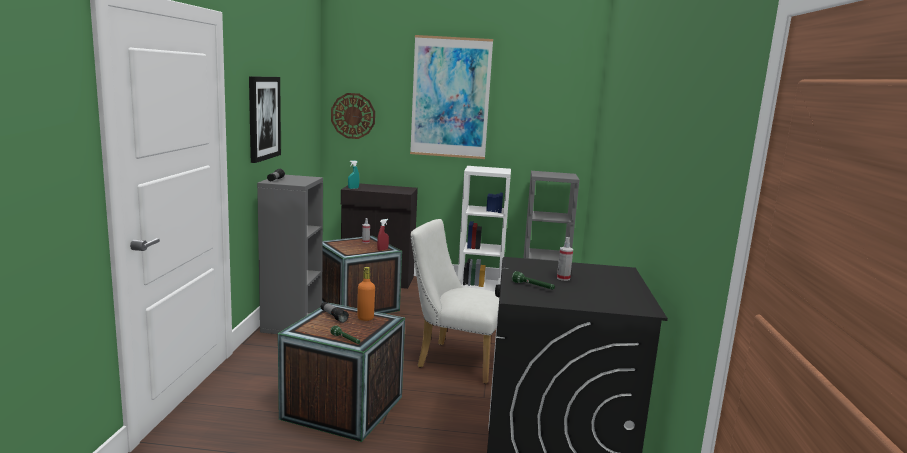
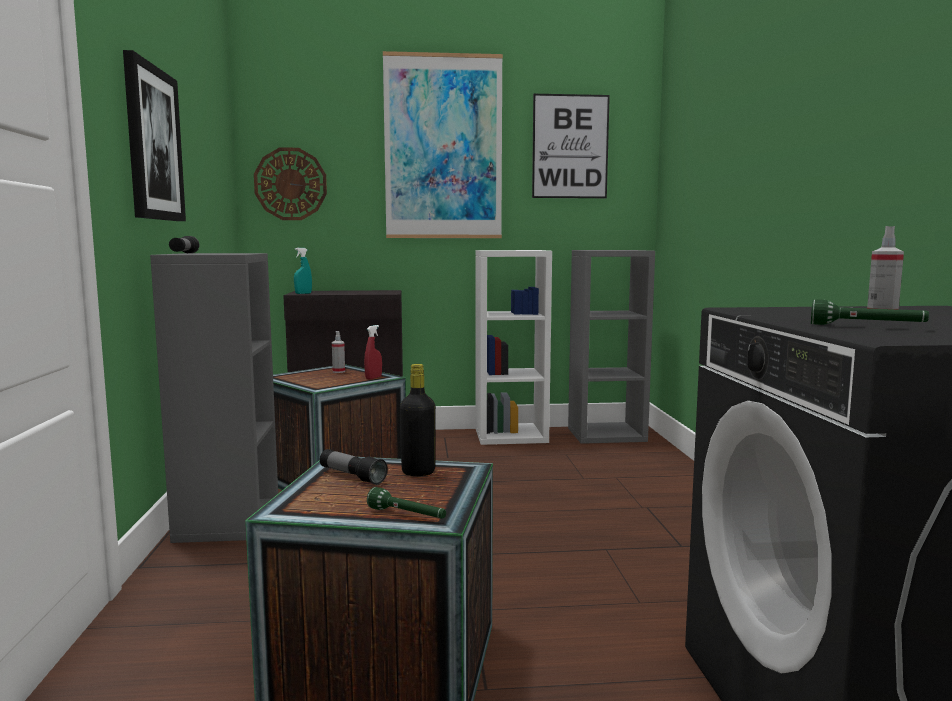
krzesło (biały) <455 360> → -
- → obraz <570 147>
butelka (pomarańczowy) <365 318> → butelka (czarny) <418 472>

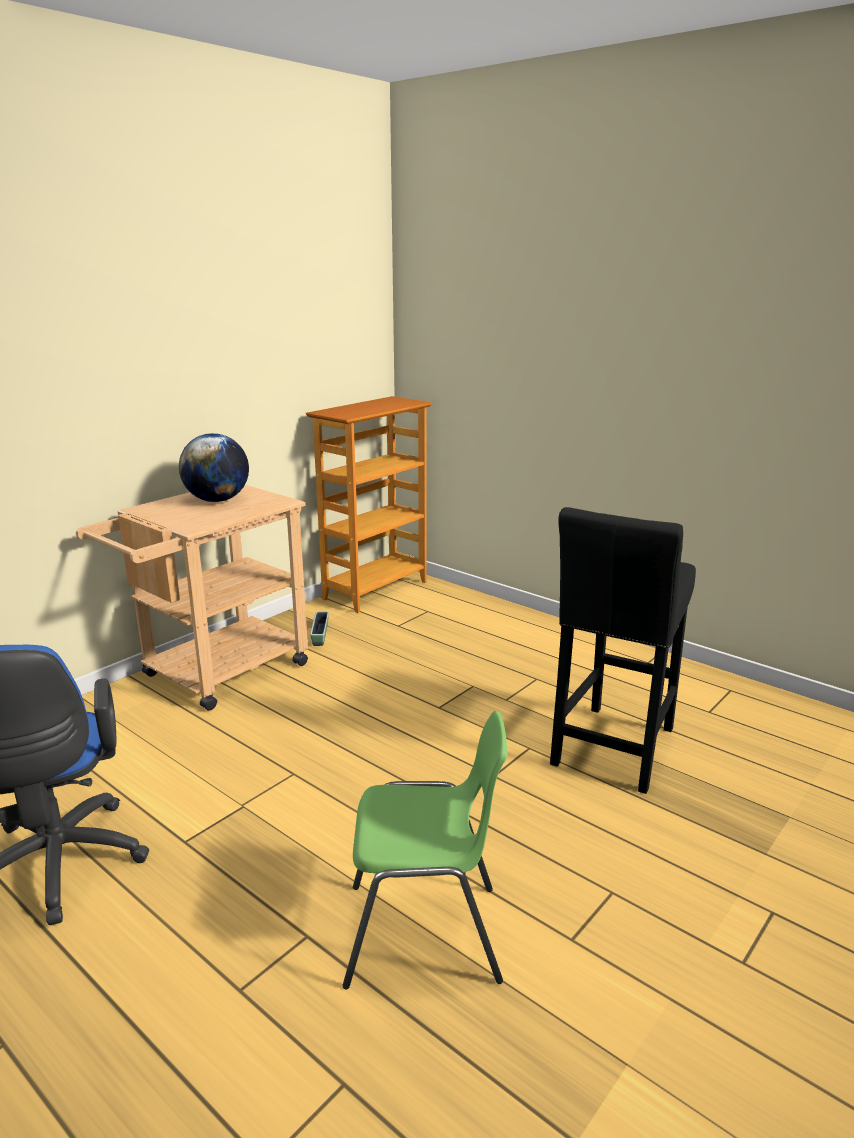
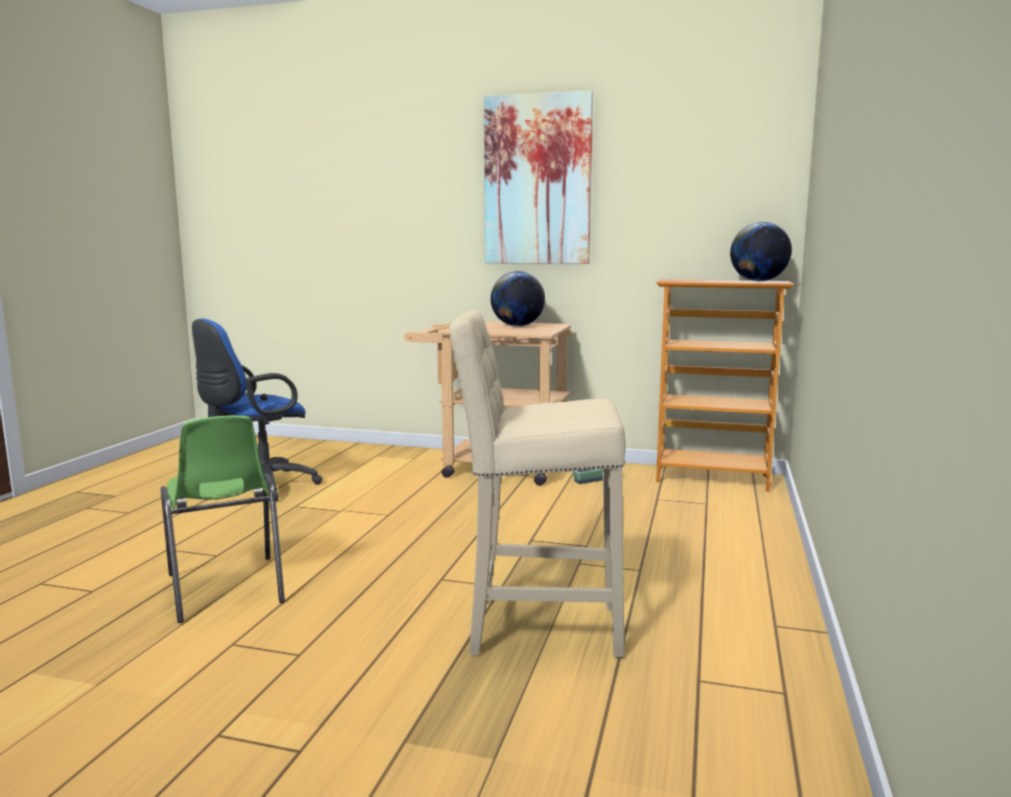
- → obraz <537 180>
- → globus <758 281>
stołek (czarny) <612 751> → stołek (beżowy) <536 627>

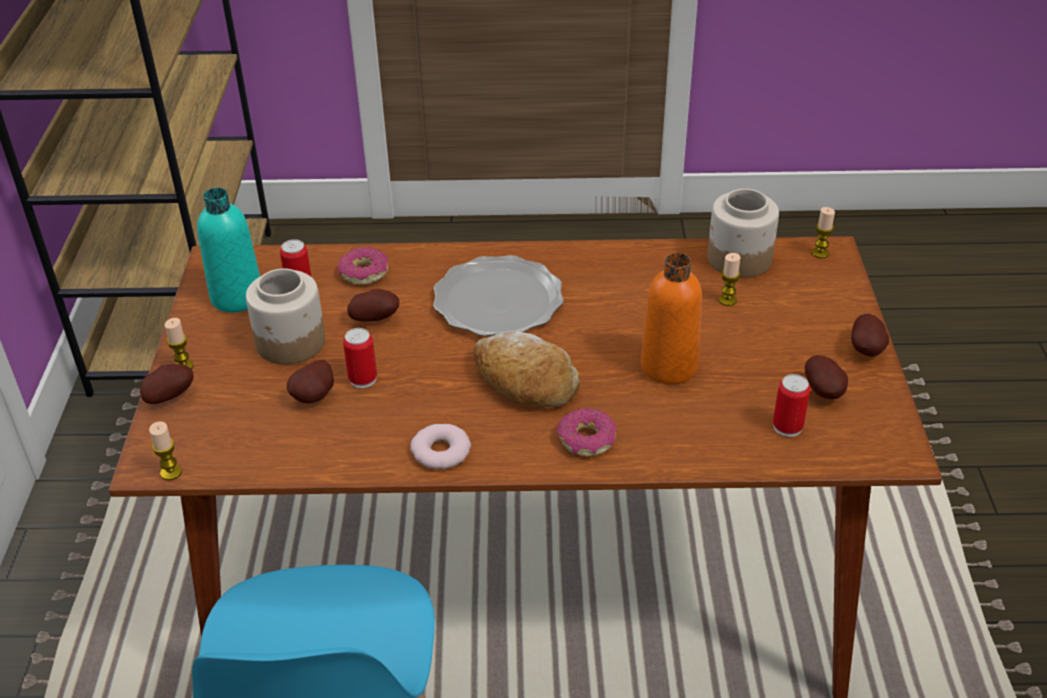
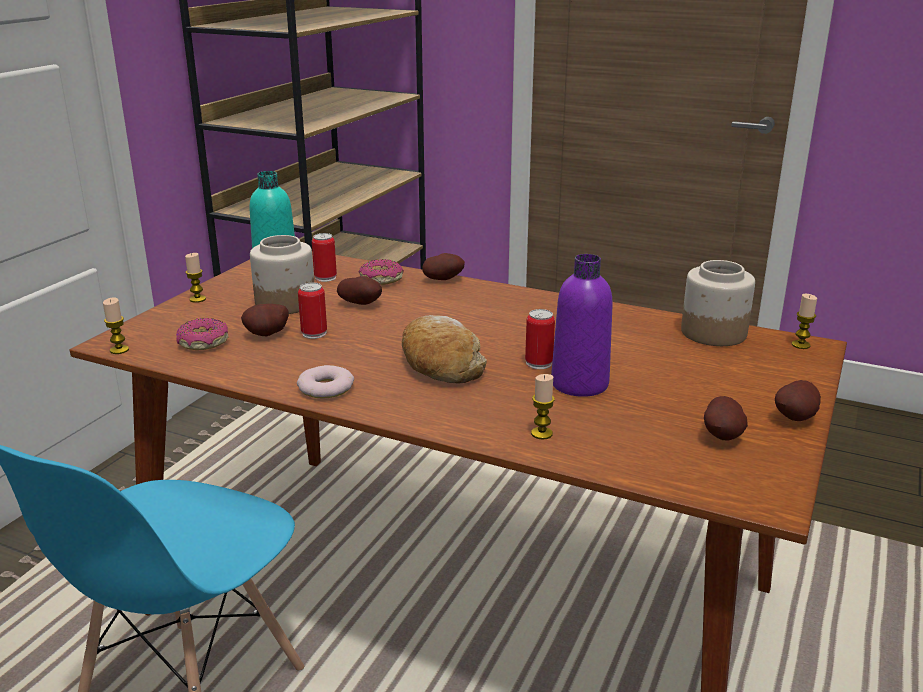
talerz <498 302> → -
ziemniak <169 396> → ziemniak <443 279>, shifted
donut <586 440> → donut <203 343>, shifted
świeca <727 300> → świeca <541 433>, shifted
puszka <787 427> → puszka <538 363>, shifted
butelka (pomarańczowy) <669 367> → butelka (fioletowy) <579 384>

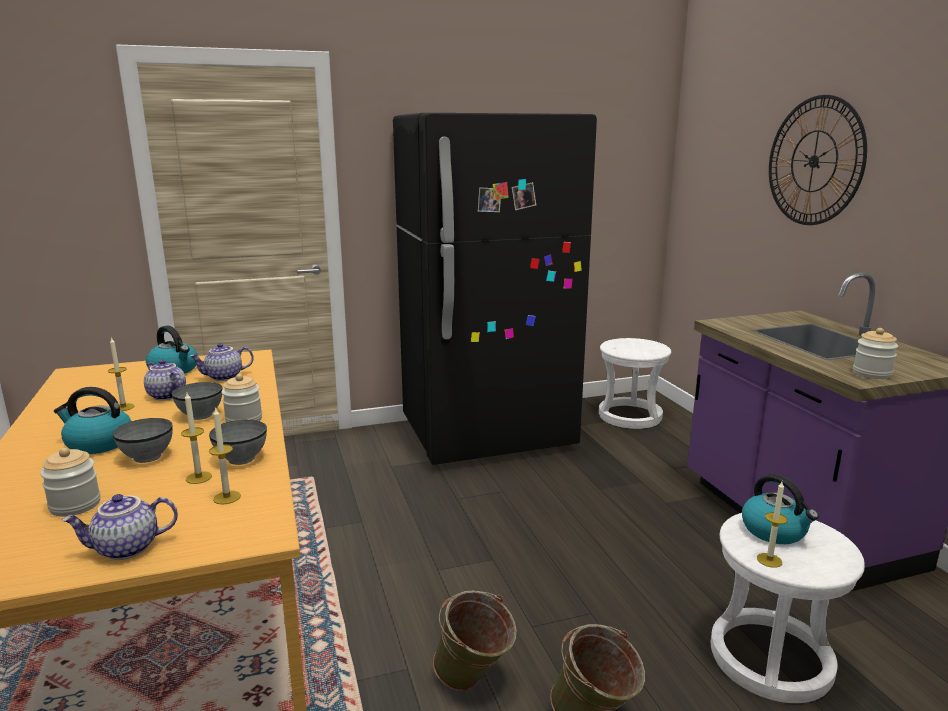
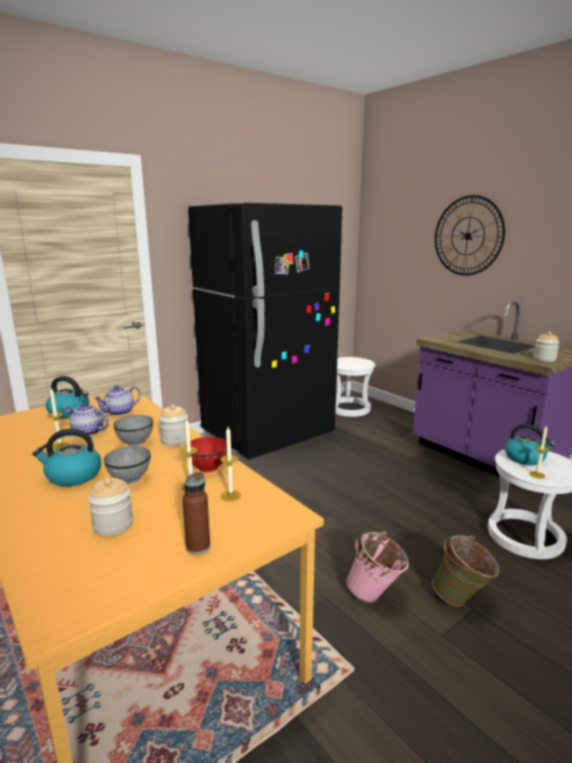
imbryk <126 549> → butelka (brązowy) <198 547>
miska (szary) <242 459> → miska (czerwony) <208 467>
wiadro (zielony) <474 682> → wiadro (różowy) <376 595>

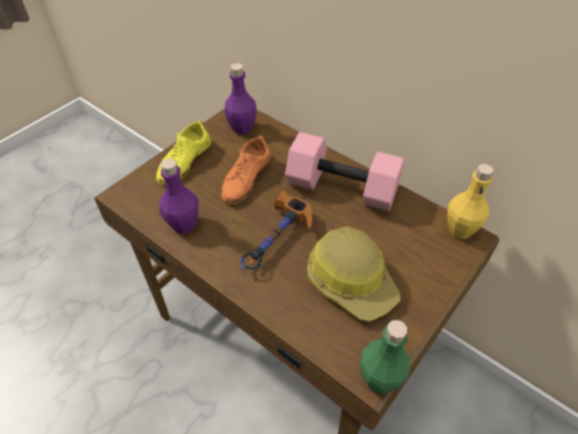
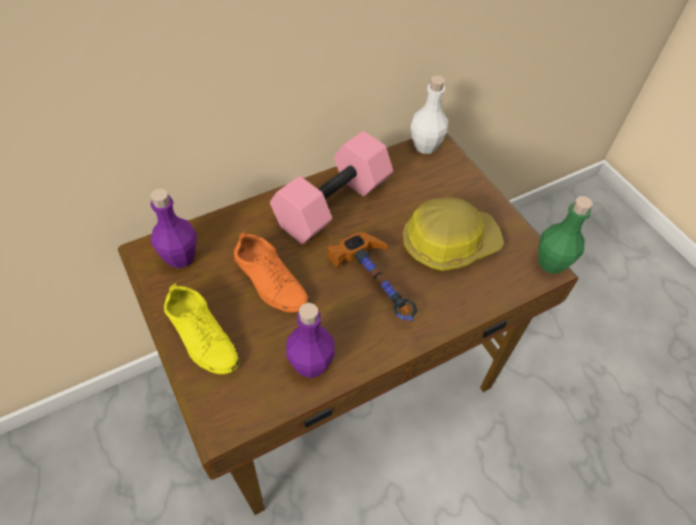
butelka (żółty) <460 230> → butelka (biały) <425 146>

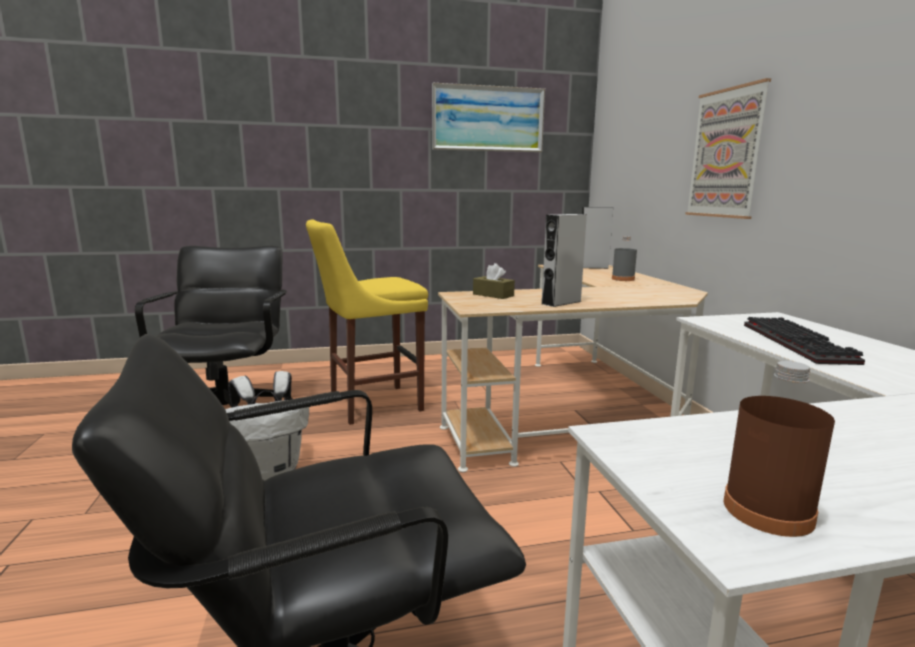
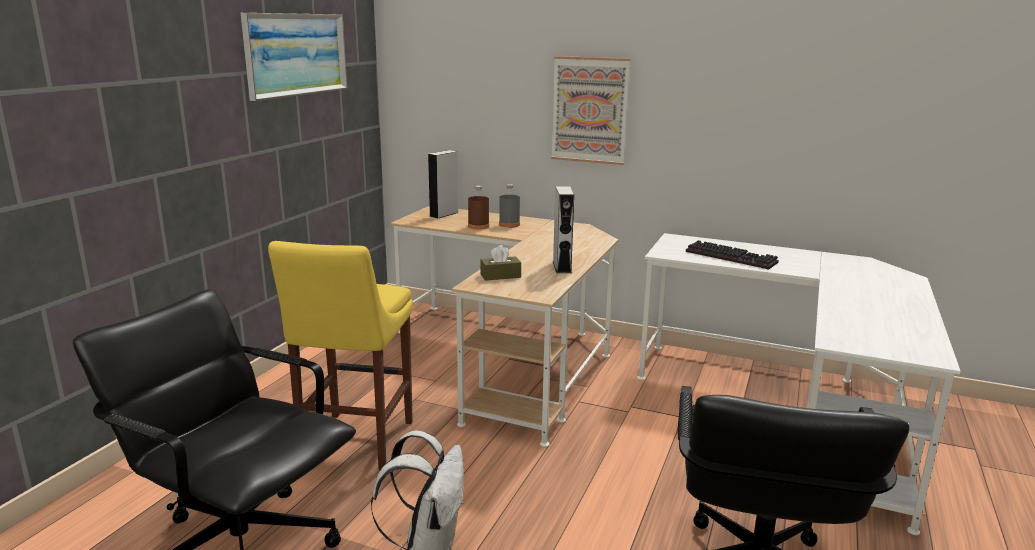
butelka (brązowy) <768 511> → butelka (brązowy) <478 226>, shifted

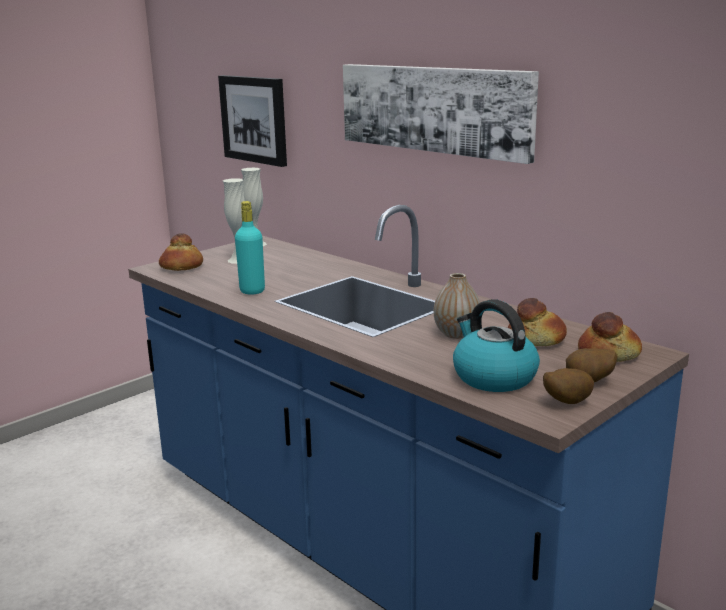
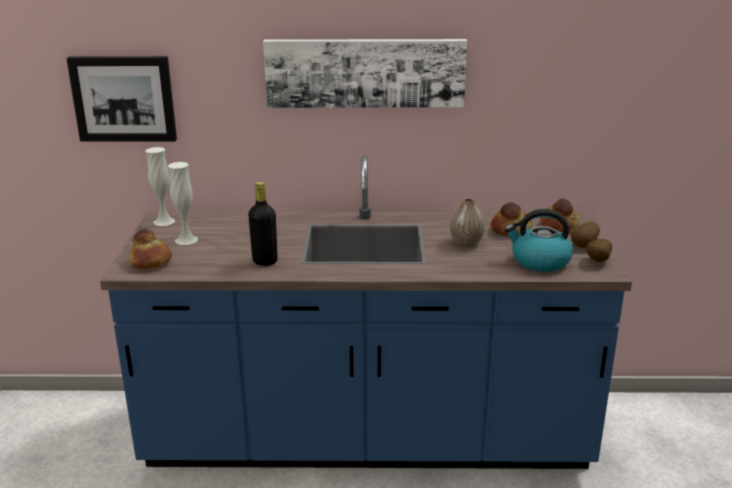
butelka (turkusowy) <252 291> → butelka (czarny) <265 261>

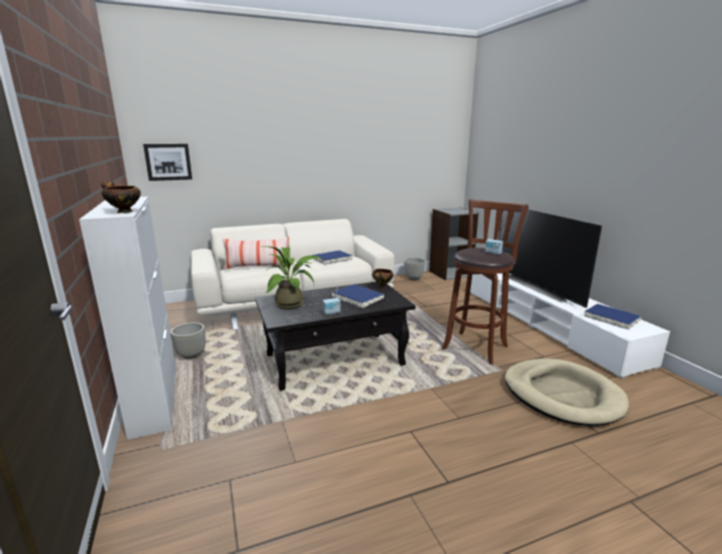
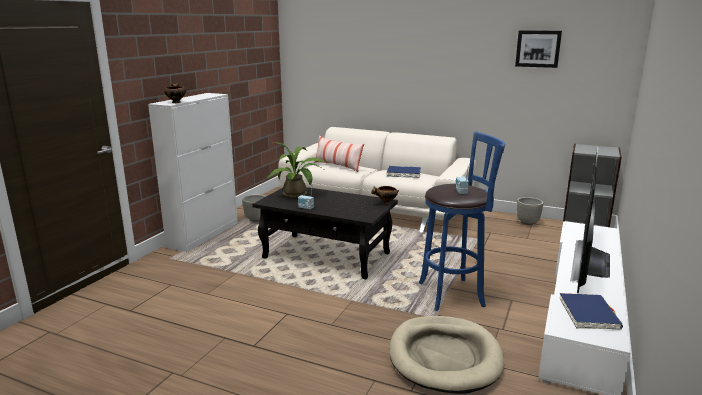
książka (niebieski) <357 298> → -
obraz <168 162> → obraz <538 48>, shifted
stołek (brązowy) <476 346> → stołek (niebieski) <454 294>

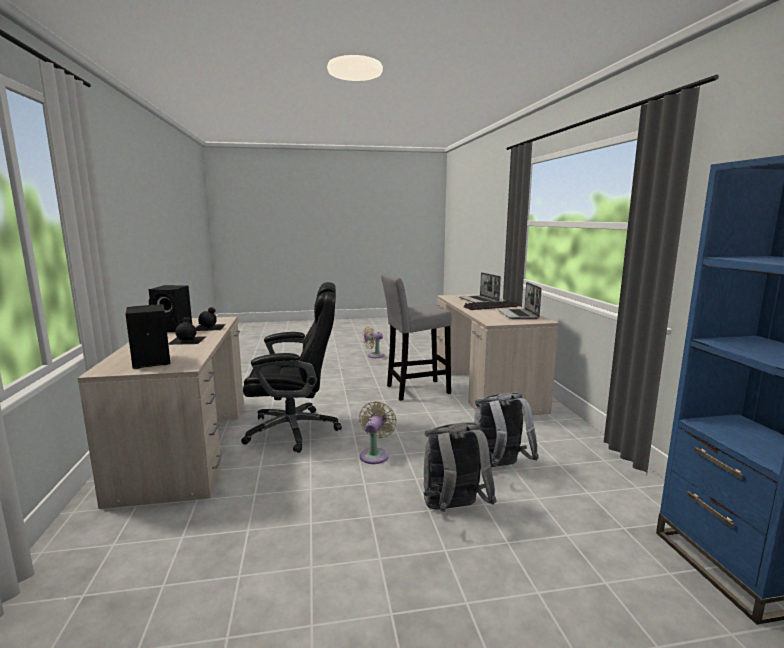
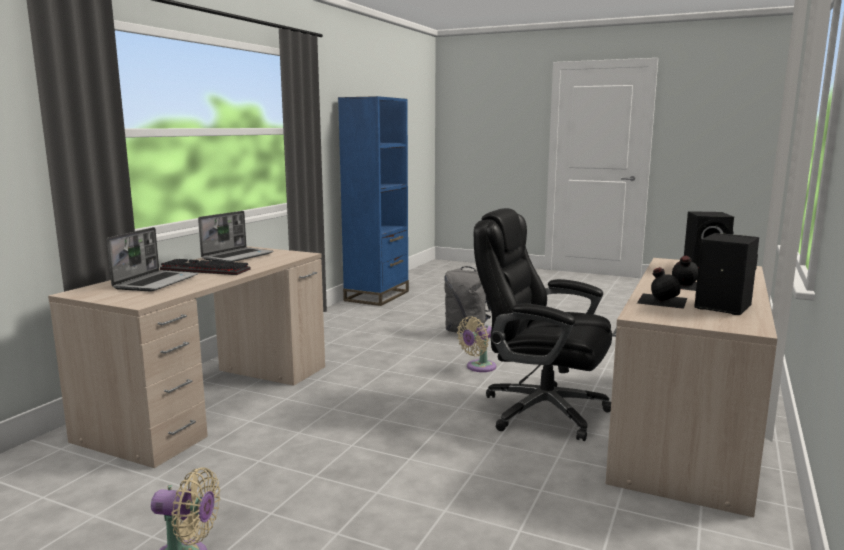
stołek (szary) <414 390> → -
plecak (szary) <499 467> → -

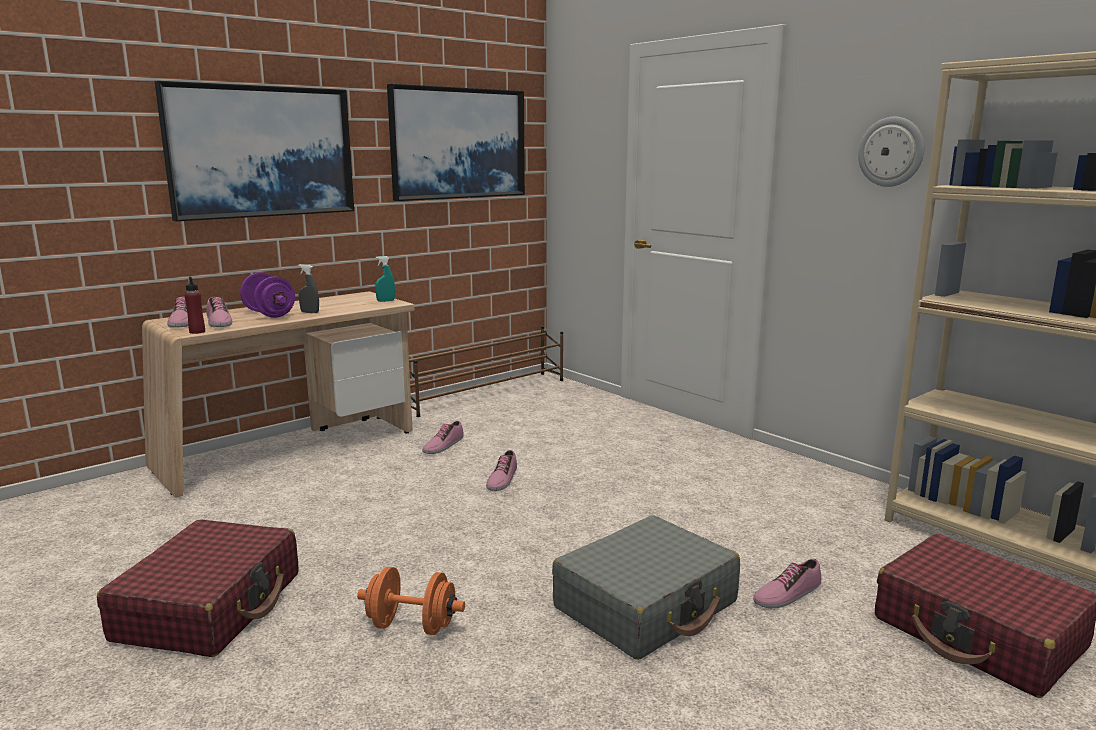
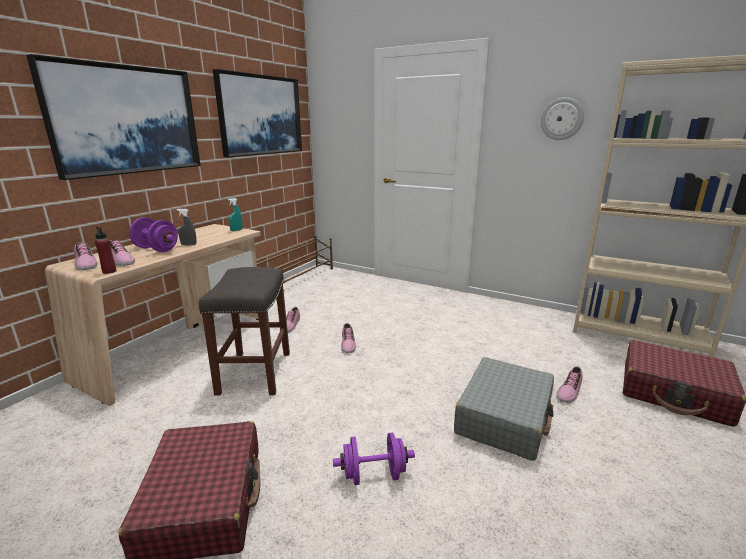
- → stołek (szary) <255 373>
hantel (pomarańczowy) <412 626> → hantel (fioletowy) <374 475>

